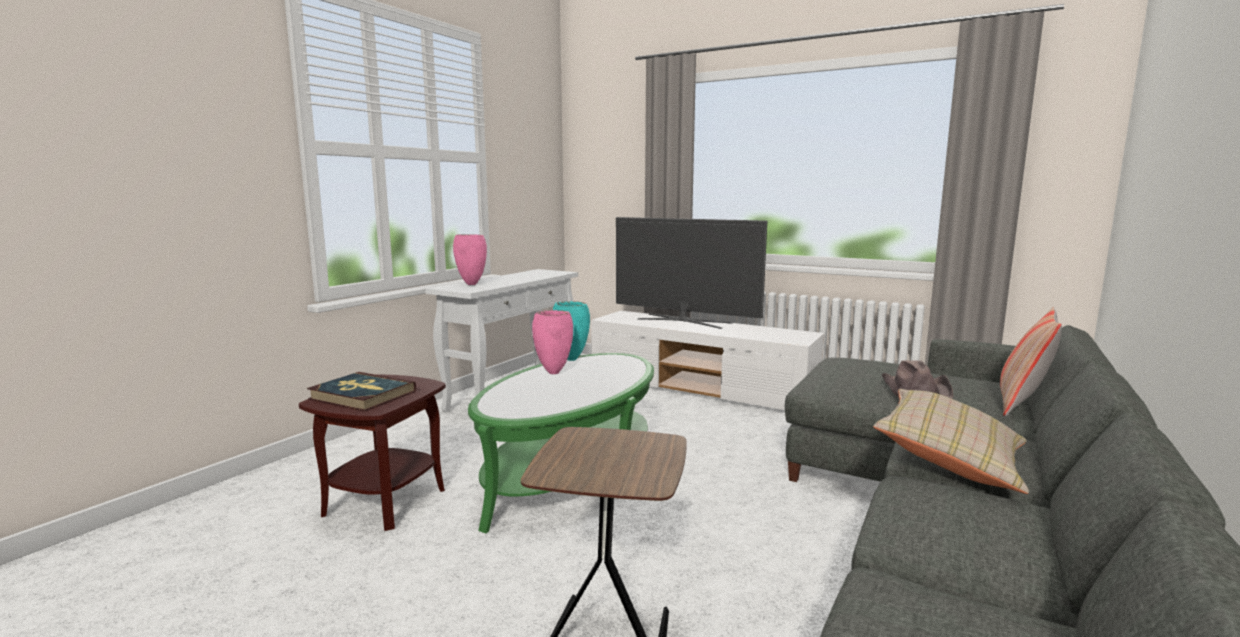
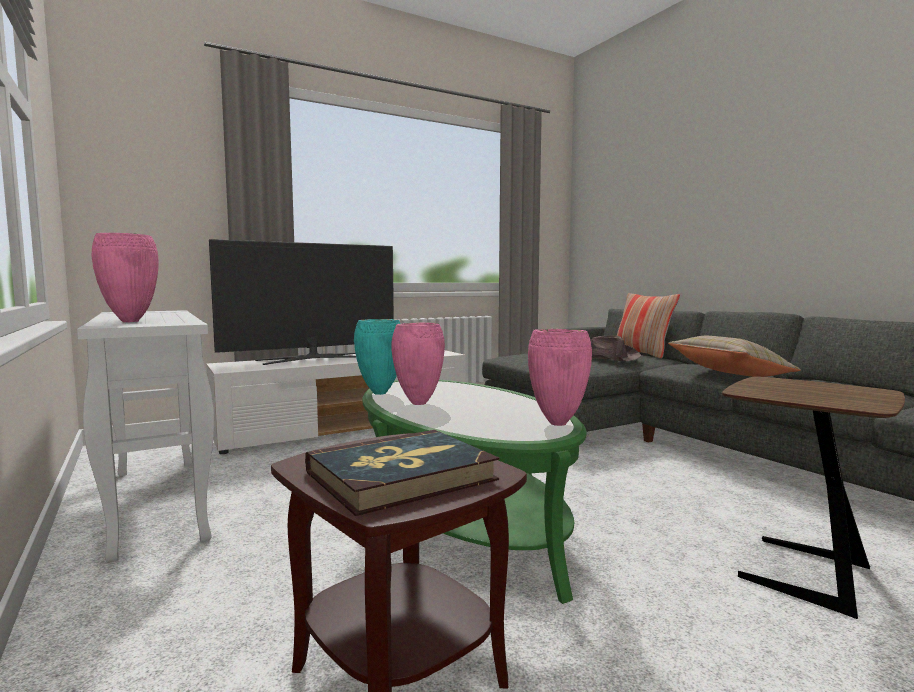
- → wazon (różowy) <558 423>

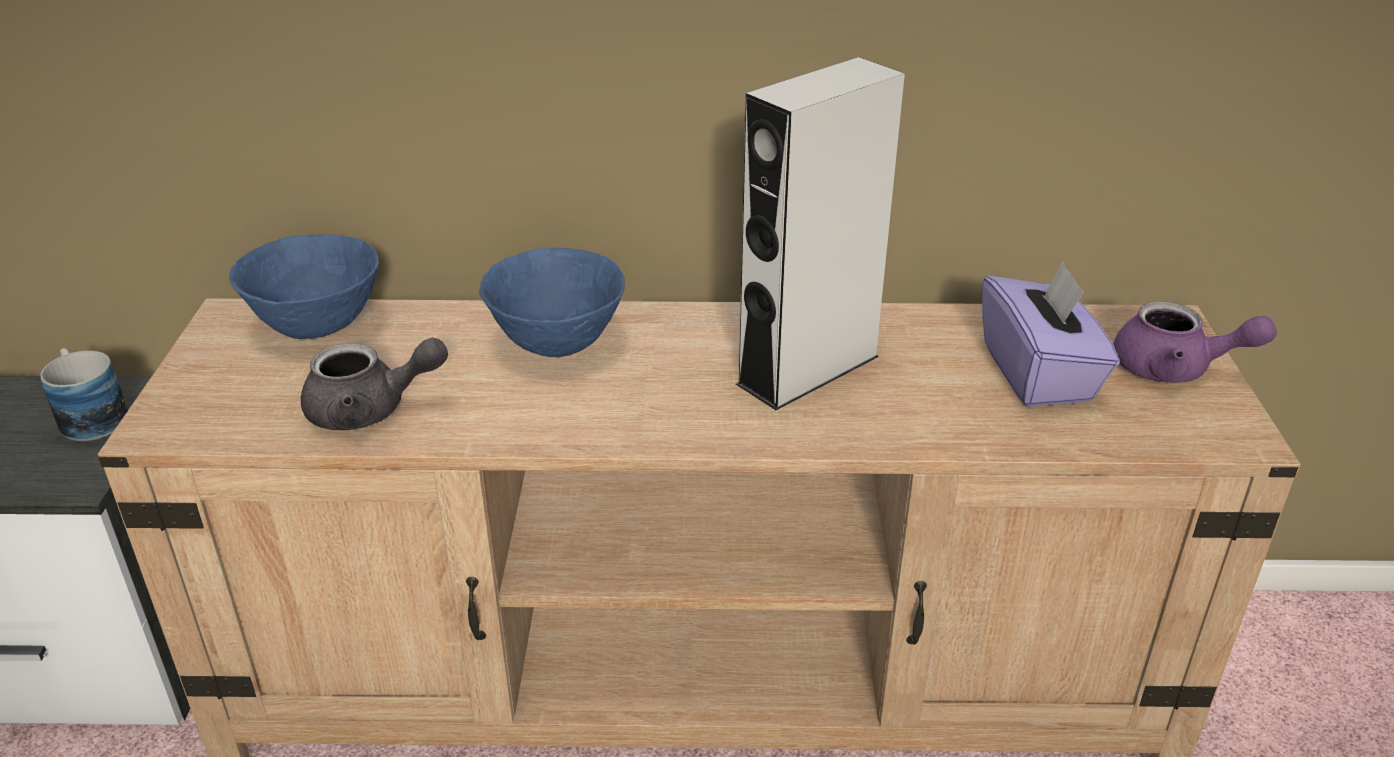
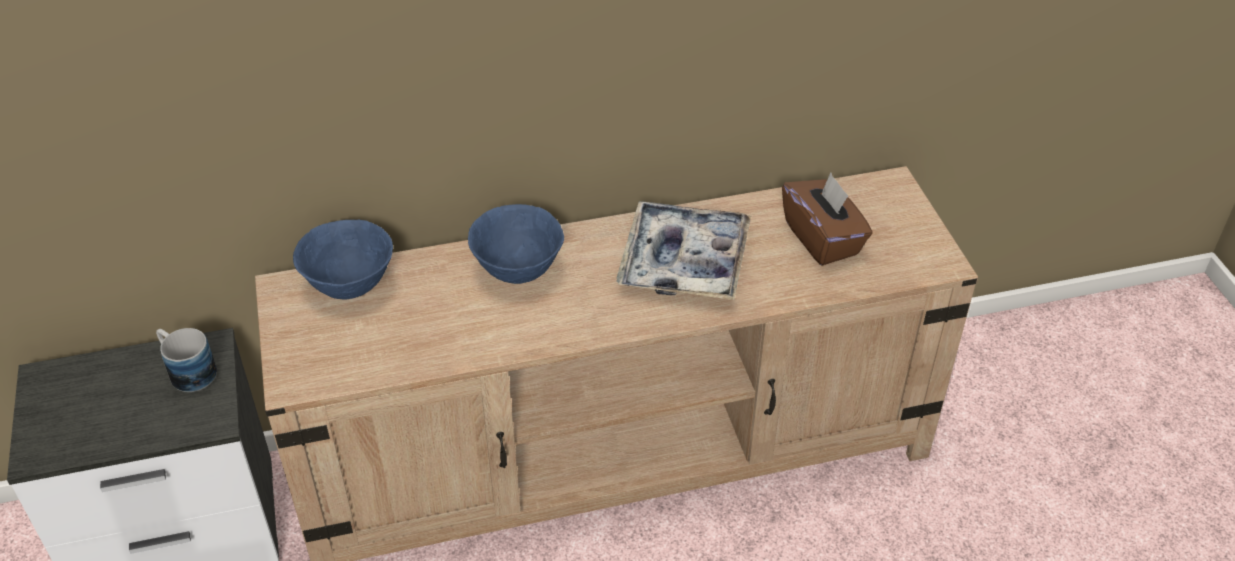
imbryk (szary) <370 410> → -
imbryk (fioletowy) <1175 369> → -
głośnik (szary) <808 370> → taca <684 261>
pudełko chusteczek (fioletowy) <1038 374> → pudełko chusteczek (brązowy) <822 239>

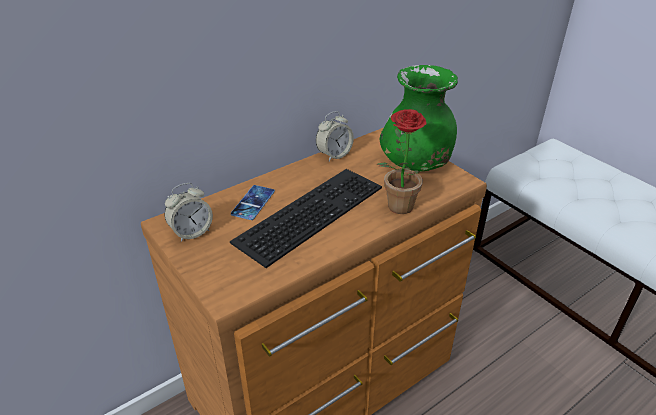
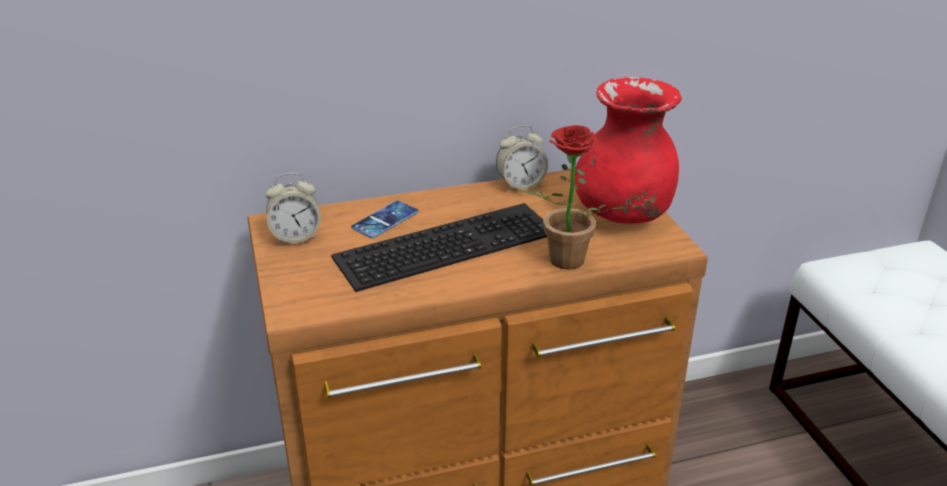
wazon (zielony) <416 164> → wazon (czerwony) <623 215>

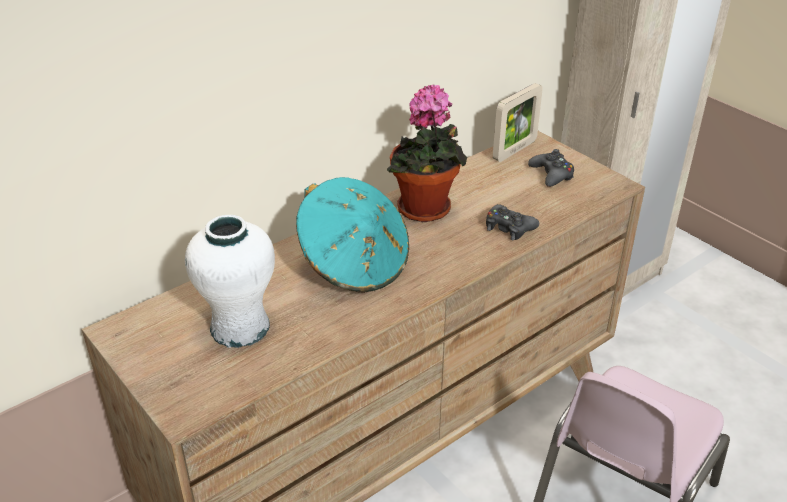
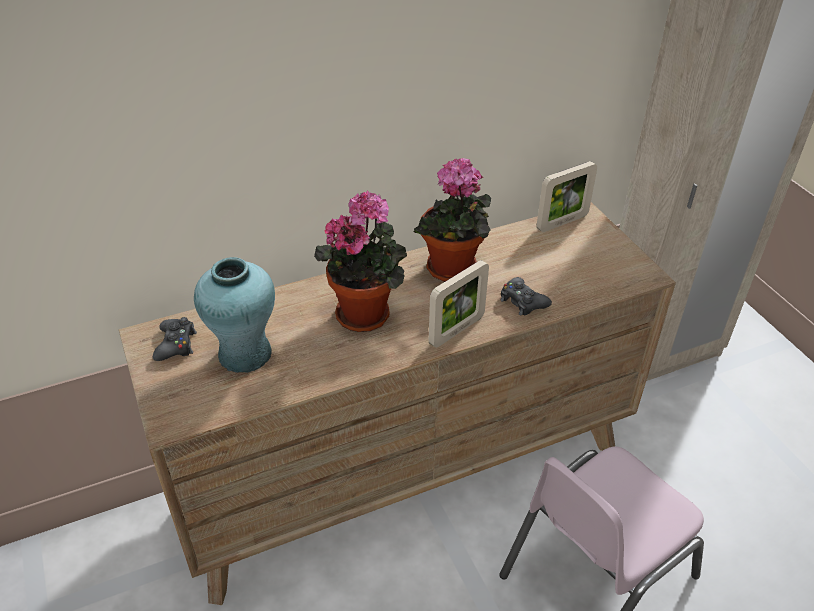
- → ramka na zdjęcie <456 330>
pad do gier (czarny) <551 174> → pad do gier (czarny) <176 344>, shifted
kapelusz (turkusowy) <354 264> → roślina doniczkowa <366 312>
wazon (biały) <239 327> → wazon (turkusowy) <244 354>

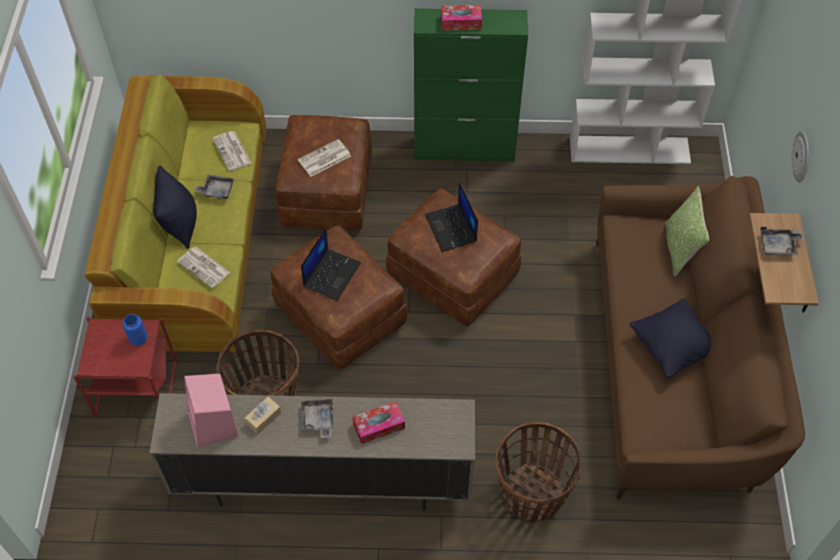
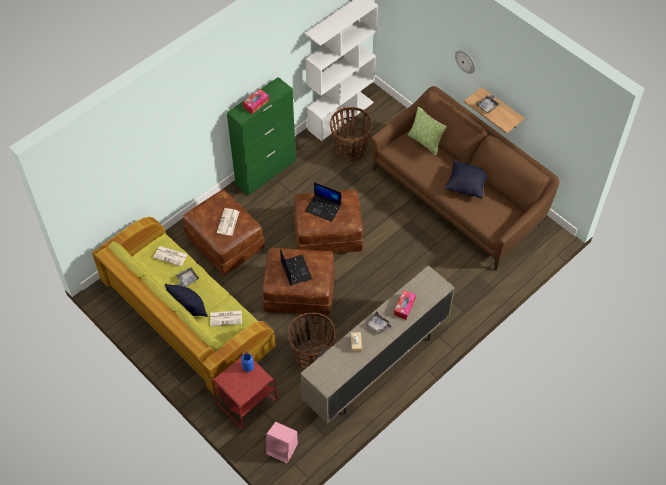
głośnik (różowy) <214 425> → głośnik (różowy) <282 449>, shifted
koszyk <532 495> → koszyk <350 149>, shifted

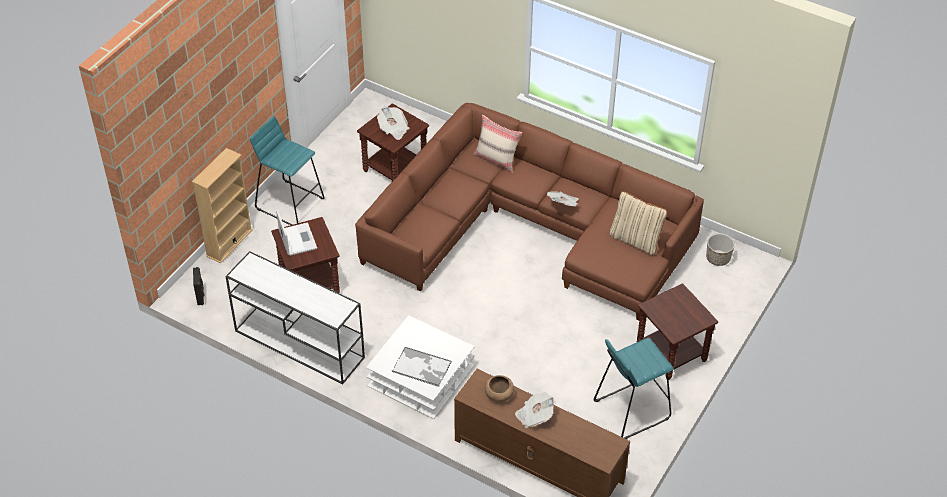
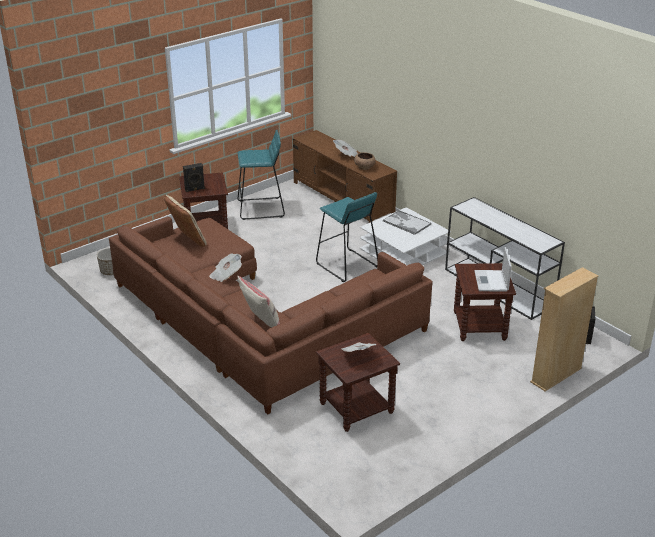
- → głośnik (czarny) <195 189>
stołek (turkusowy) <290 203> → stołek (turkusowy) <347 265>, shifted

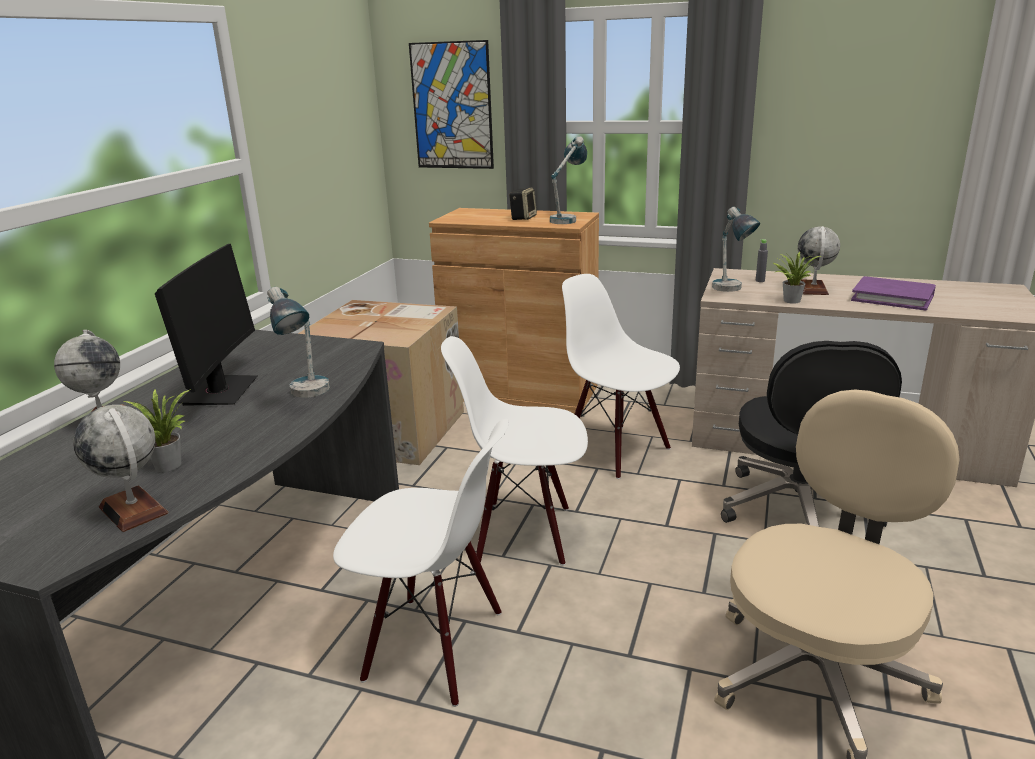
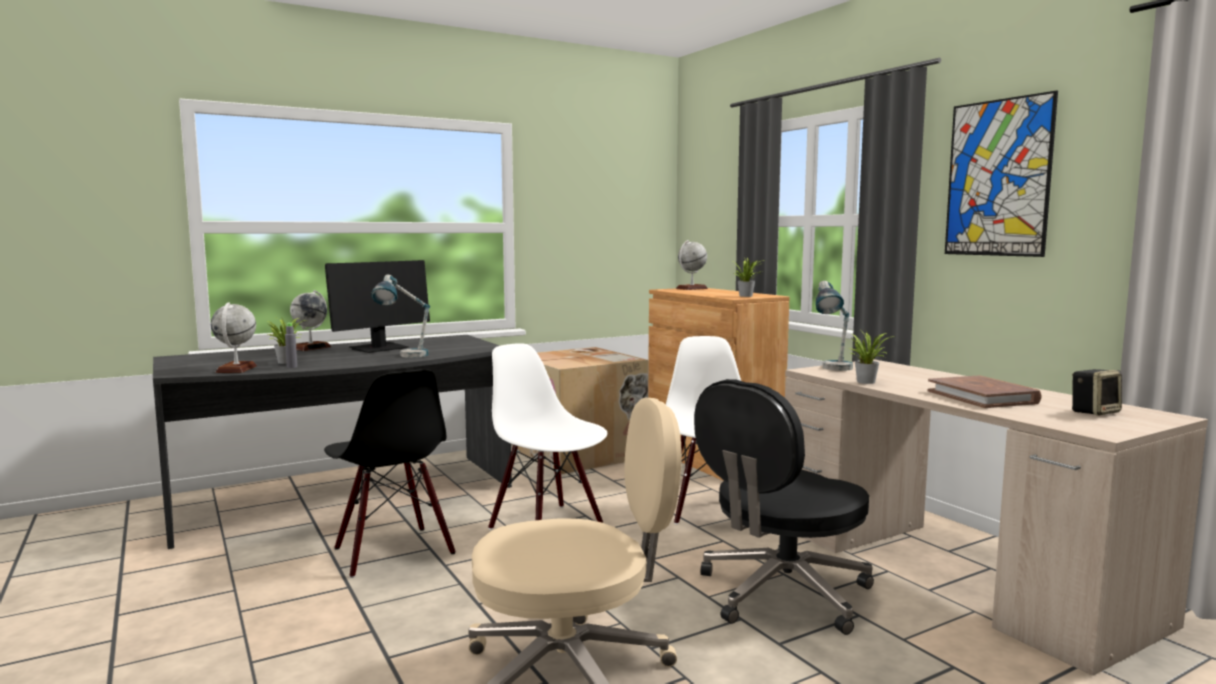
obraz <452 106> → obraz <998 178>, shifted
głośnik <523 218> → głośnik <1094 412>, shifted
butelka (szary) <760 281> → butelka (szary) <292 367>, shifted
globus <813 289> → globus <691 288>, shifted
lampa stołowa <568 219> → roślina doniczkowa <747 296>
krzesło (biały) <434 647> → krzesło (czarny) <392 551>
książka (fioletowy) <892 297> → książka (brązowy) <982 397>

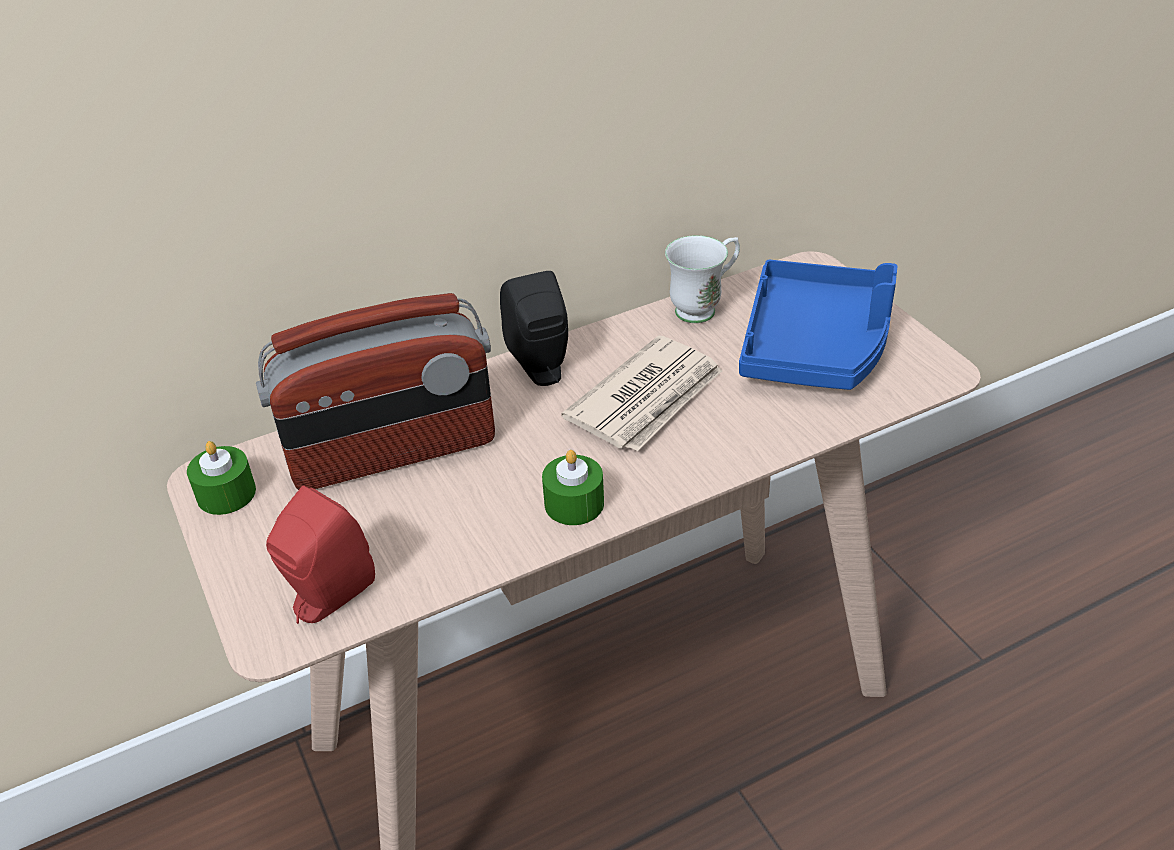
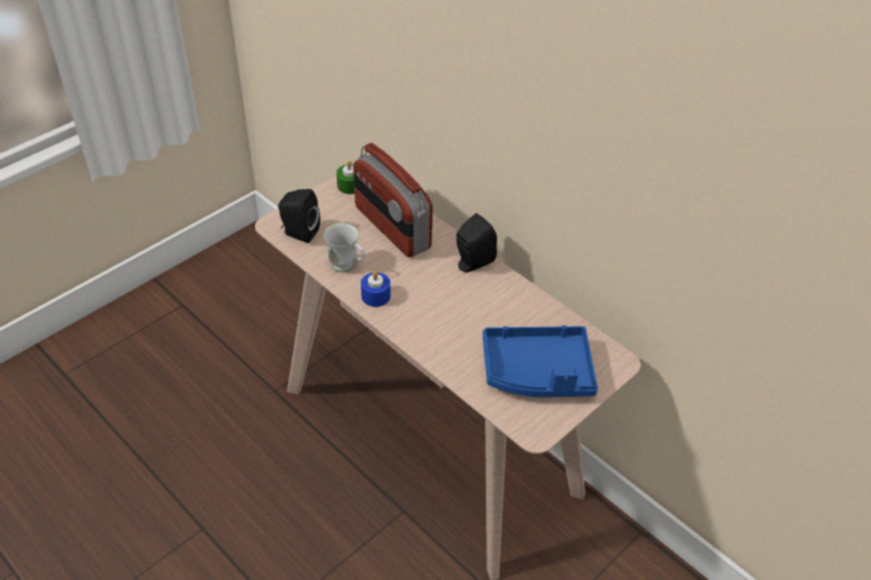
gazeta <648 399> → -
kubek (biały) <704 308> → kubek (biały) <347 267>, shifted
głośnik (czerwony) <326 598> → głośnik (czarny) <299 233>
świeca (zielony) <574 503> → świeca (niebieski) <375 296>

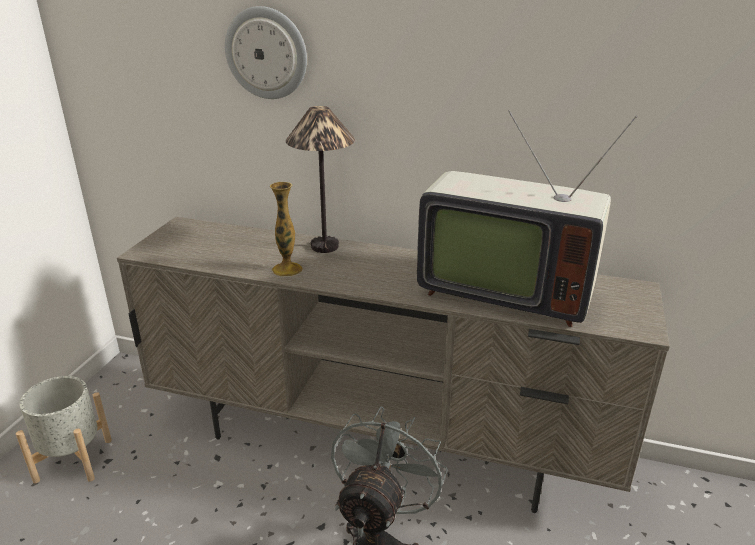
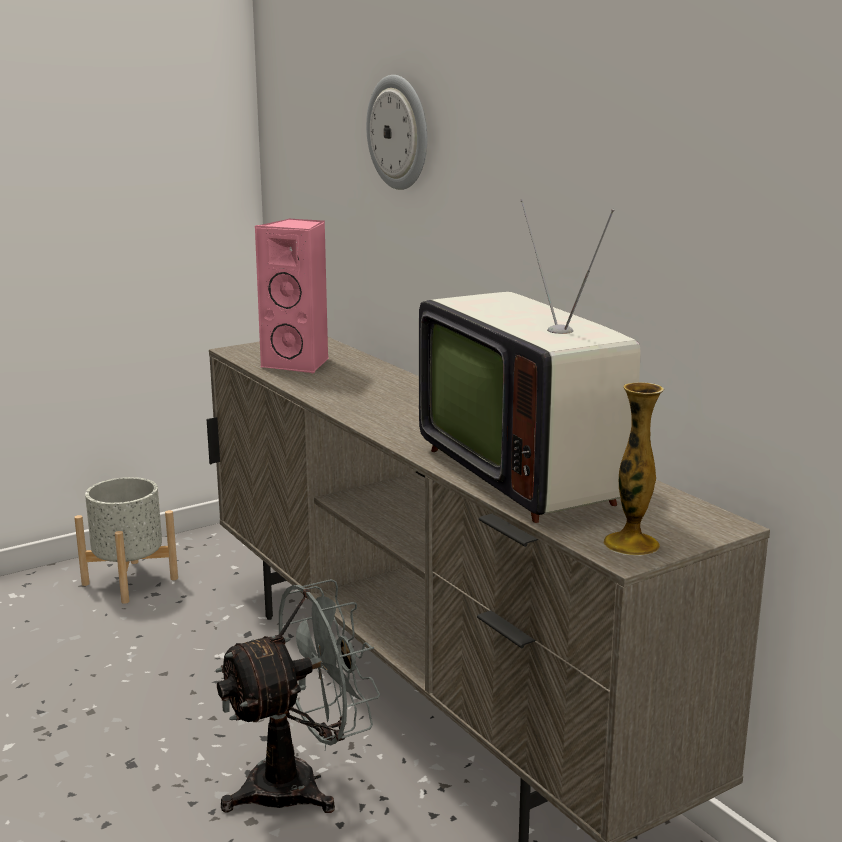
lampa stołowa <325 246> → -
- → głośnik (różowy) <299 364>
wazon <287 269> → wazon <631 544>, shifted

